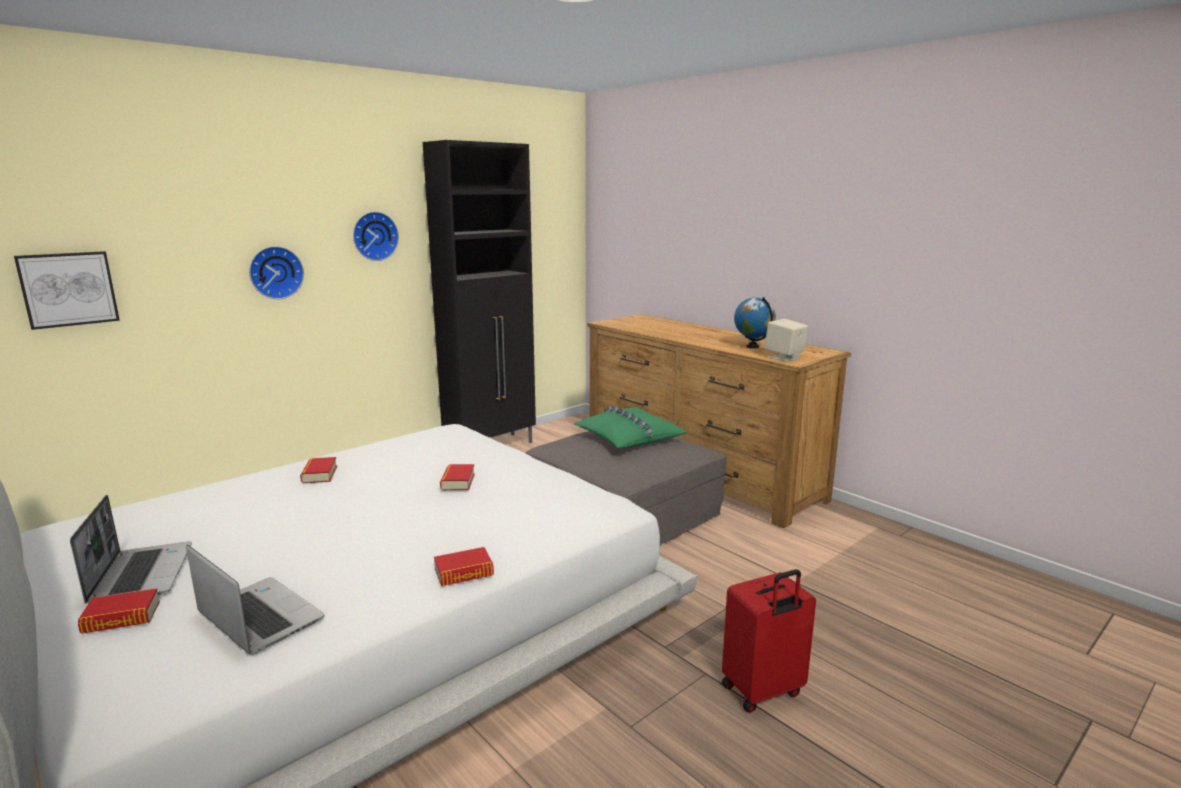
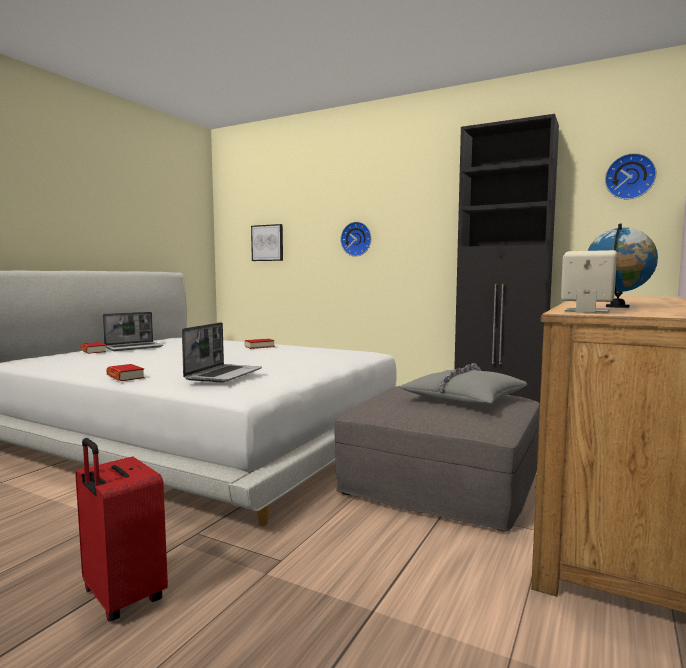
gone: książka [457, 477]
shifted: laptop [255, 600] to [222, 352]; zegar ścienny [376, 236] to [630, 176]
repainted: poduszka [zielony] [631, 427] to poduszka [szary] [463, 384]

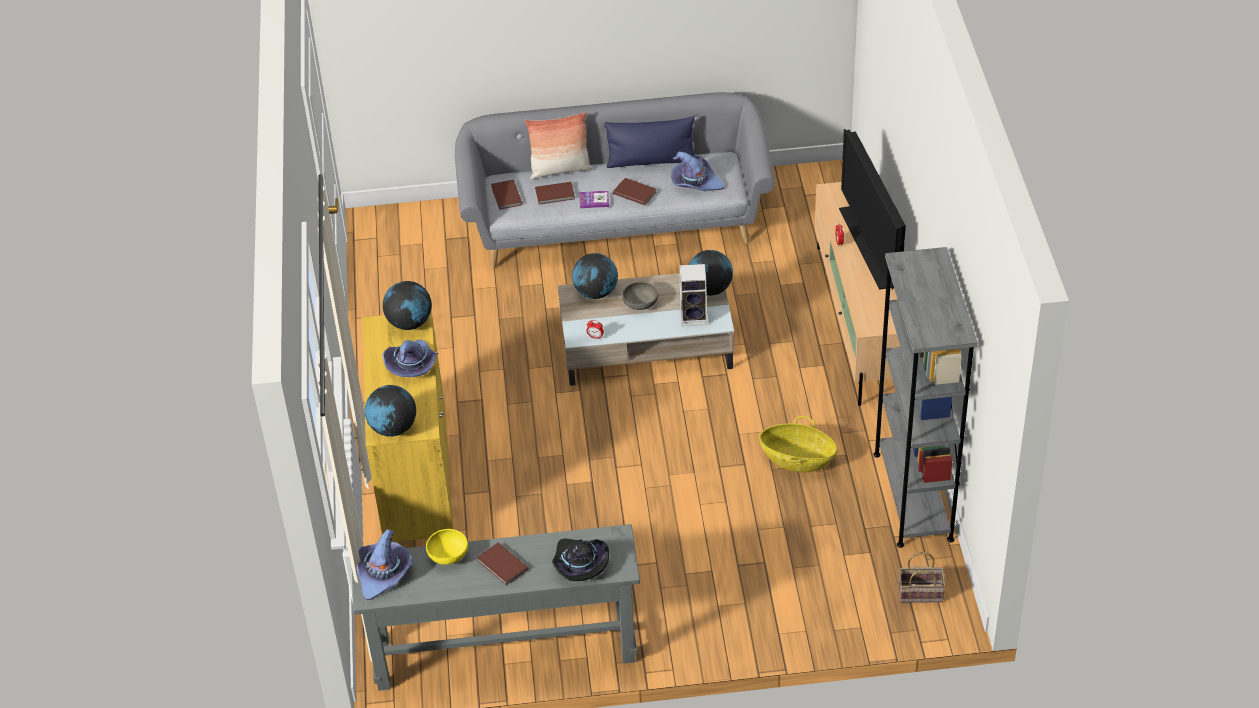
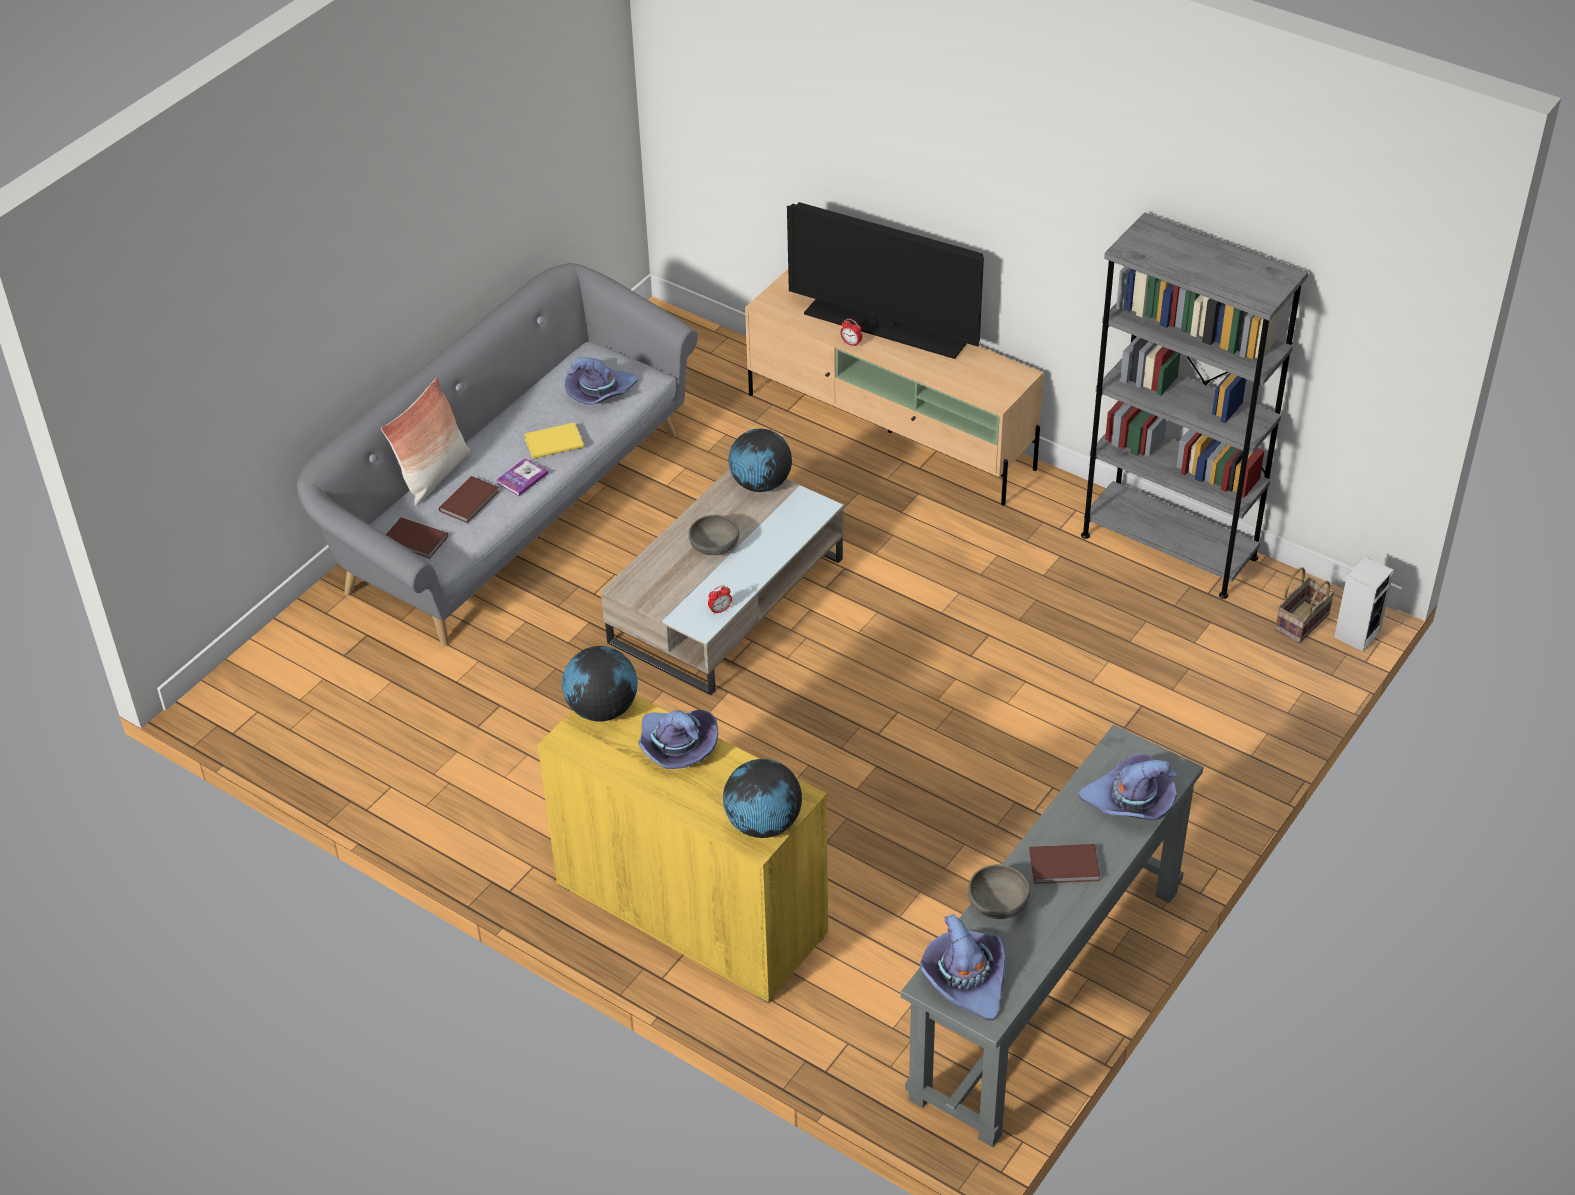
gone: globus [595, 276]; poduszka [niebieski] [649, 142]; koszyk [798, 444]
shifted: głośnik [693, 295] to [1364, 603]
repainted: książka [brązowy] [634, 191] to książka [żółty] [554, 440]; miska [żółty] [447, 547] to miska [szary] [999, 892]; kapelusz [czarny] [580, 559] to kapelusz [fioletowy] [1128, 787]

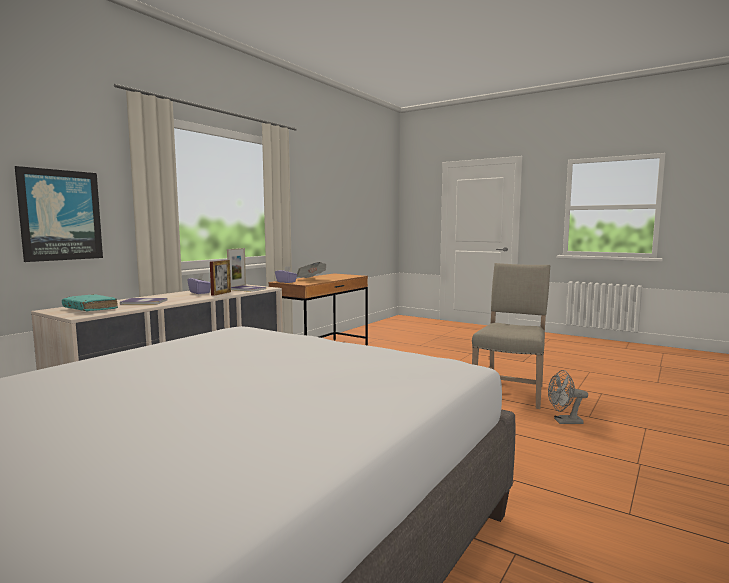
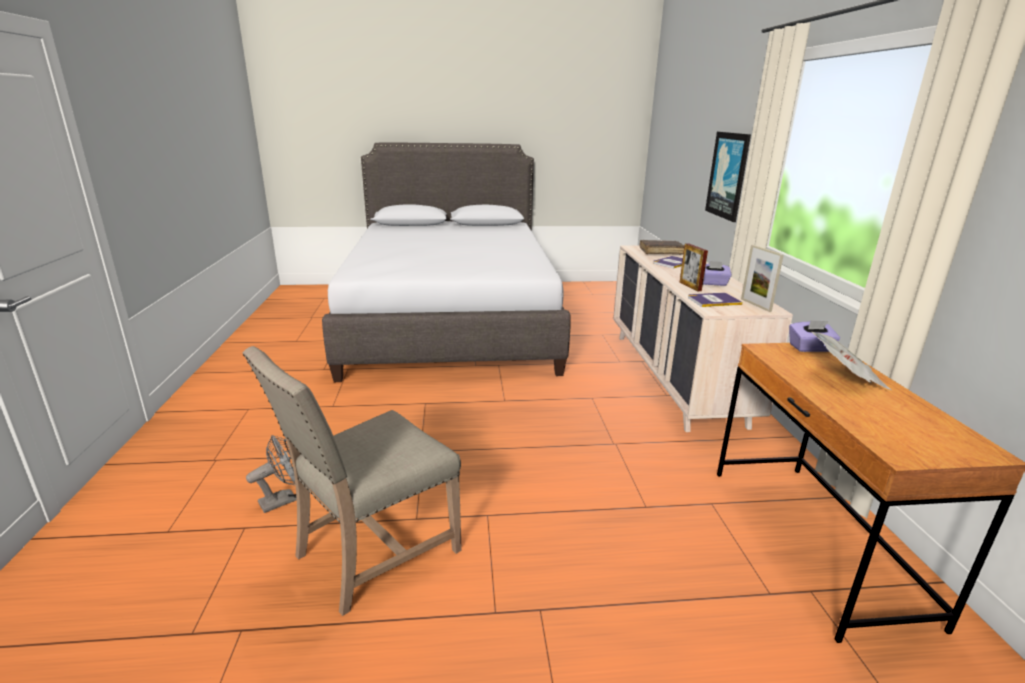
repainted: książka [turkusowy] [90, 302] to książka [brązowy] [662, 247]
rotated: krzesło [beżowy] [511, 336] = [352, 481] 60 degrees clockwise

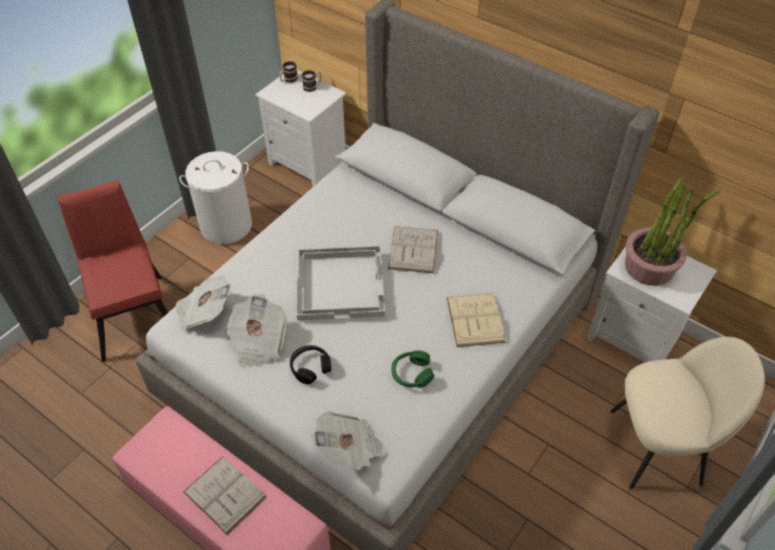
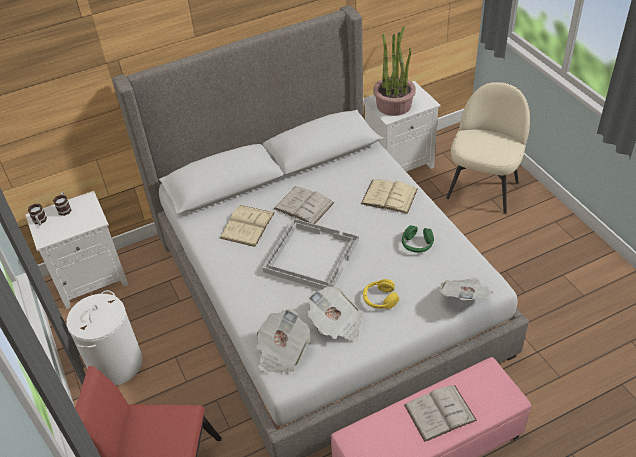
new: książka [beżowy] [247, 226]
repainted: słuchawki [czarny] [310, 364] to słuchawki [żółty] [381, 294]

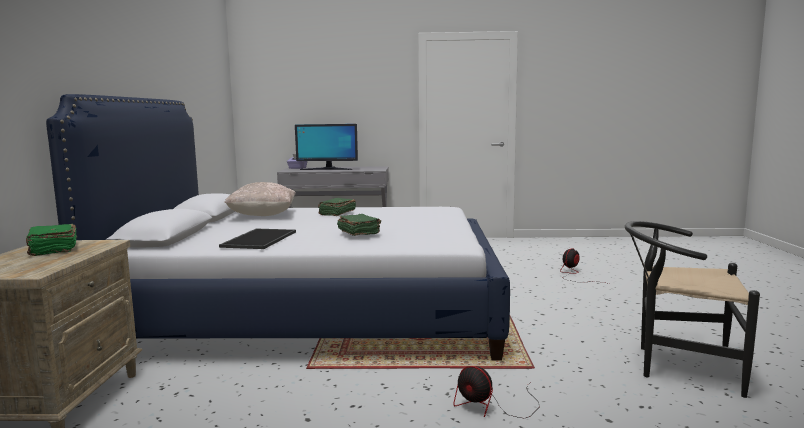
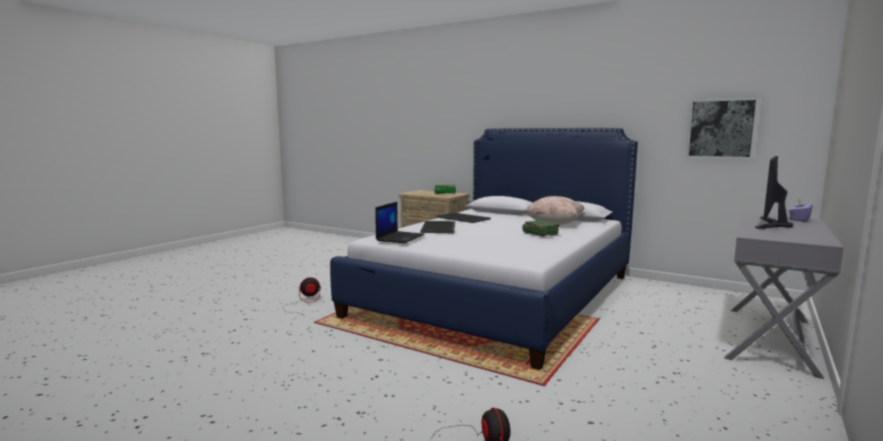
gone: krzesło [czarny] [692, 309]
new: laptop [400, 222]; obraz [722, 128]
swapped: książka [zielony] [359, 225] to taca [438, 227]

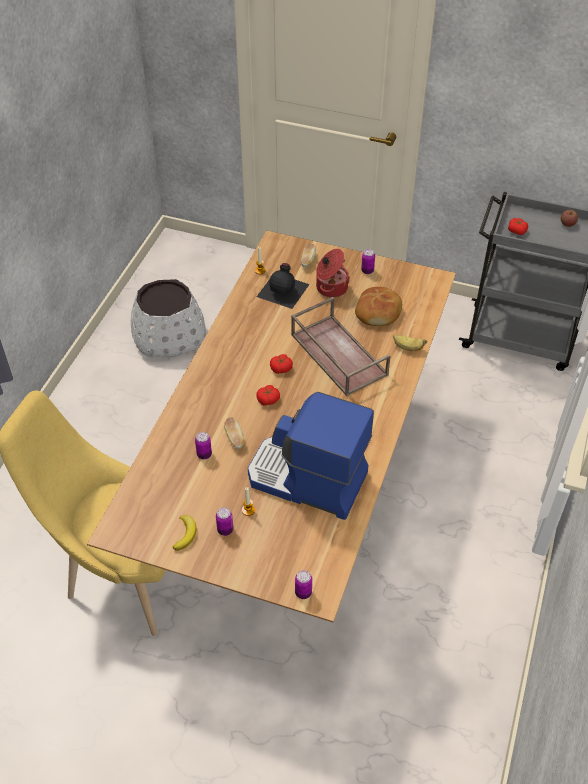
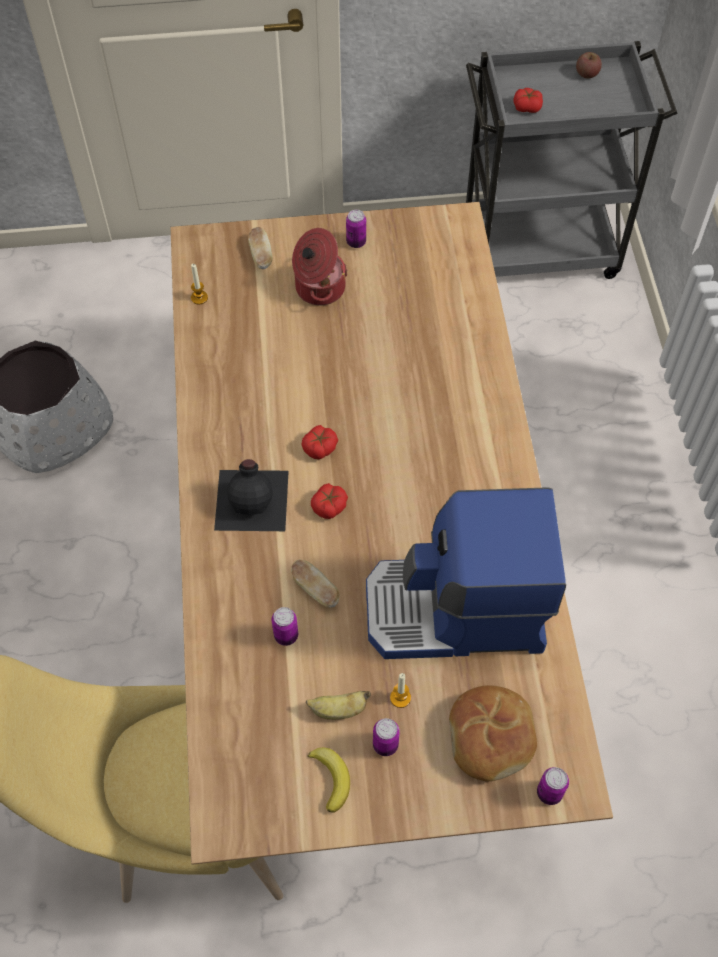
gone: taca [brązowy] [340, 346]
shifted: butelka [czarny] [283, 286] to [251, 495]; banan [410, 342] to [338, 705]; chleb [378, 306] to [493, 733]

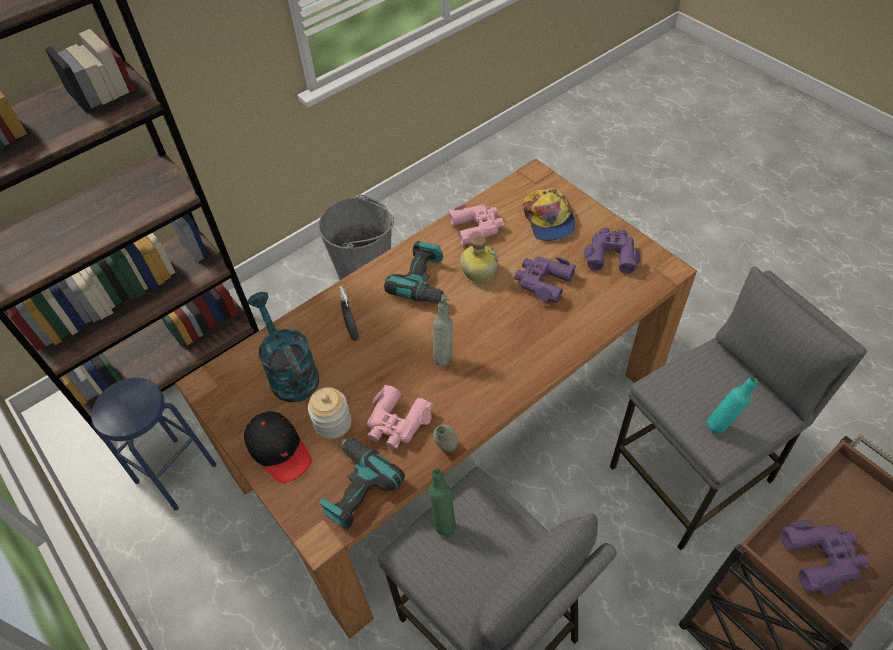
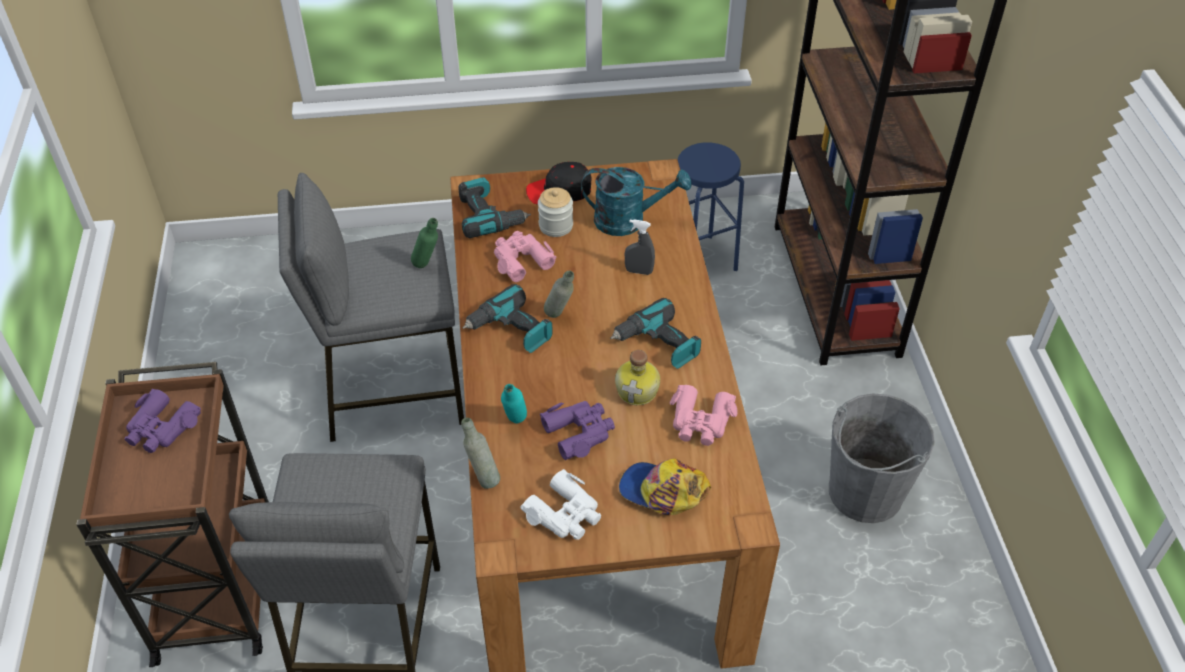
new: wiertarka [507, 318]
shifted: butelka [szary] [445, 438] to [480, 453]; butelka [turkusowy] [732, 405] to [514, 403]
repainted: lornetka [fioletowy] [612, 251] to lornetka [biały] [560, 504]

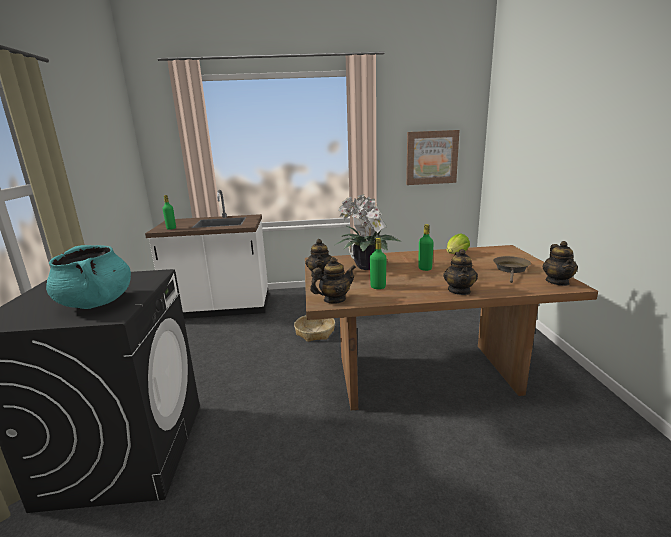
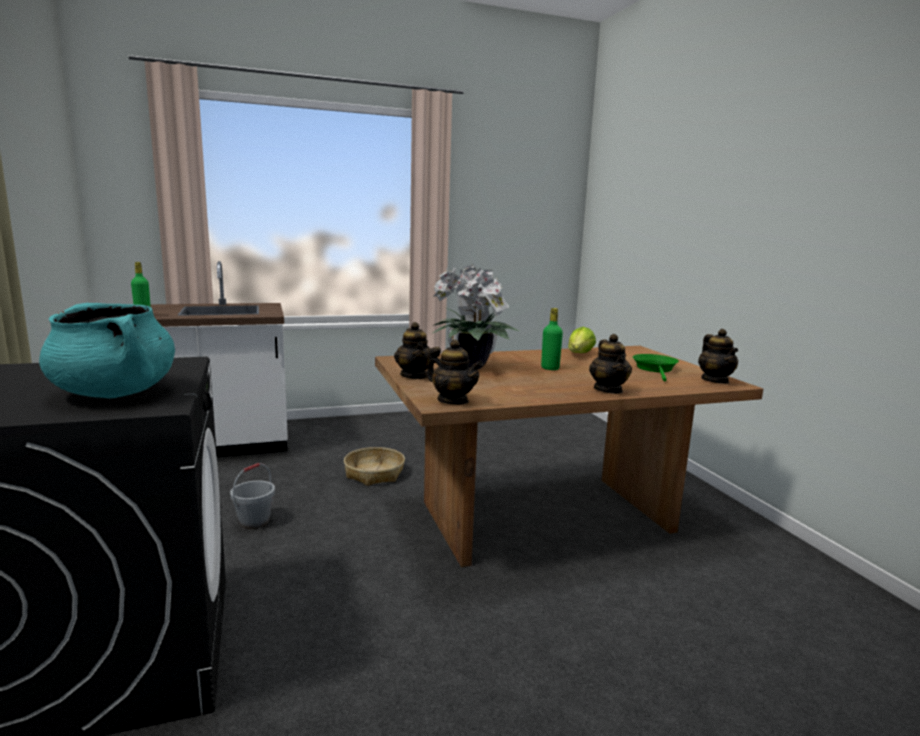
gone: butelka [zielony] [378, 263]; obraz [432, 157]
new: wiadro [szary] [252, 496]
repainted: patelnia [brązowy] [512, 269] to patelnia [zielony] [656, 367]
rotated: imbryk [333, 280] = [454, 372] 75 degrees clockwise

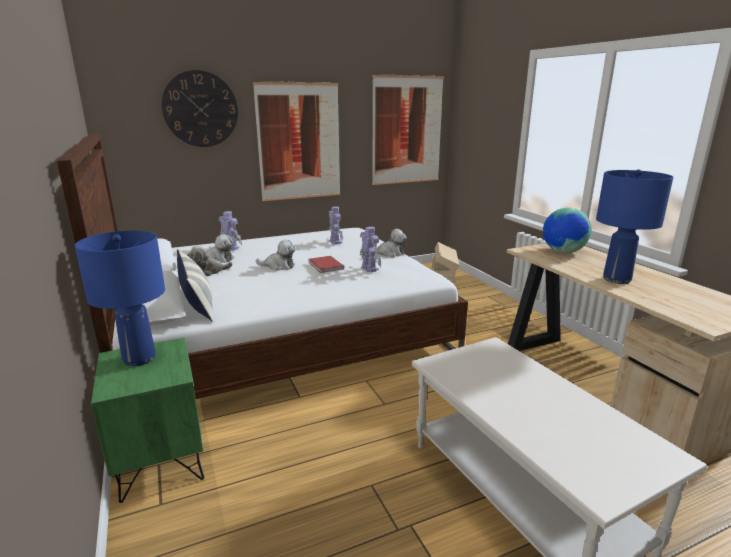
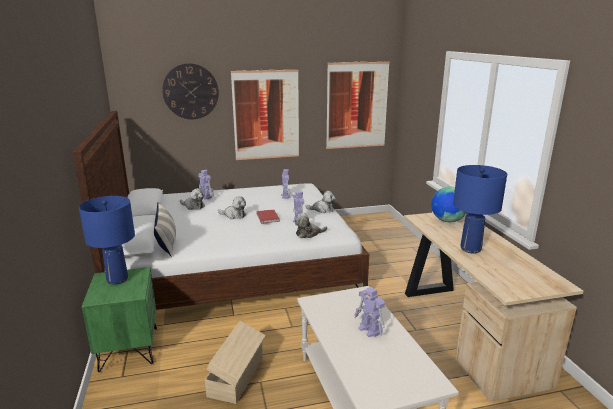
new: robot zabawkowy [369, 312]
shifted: pojemnik do przechowywania [beżowy] [445, 263] to [235, 362]; pluszak [210, 261] to [310, 225]

